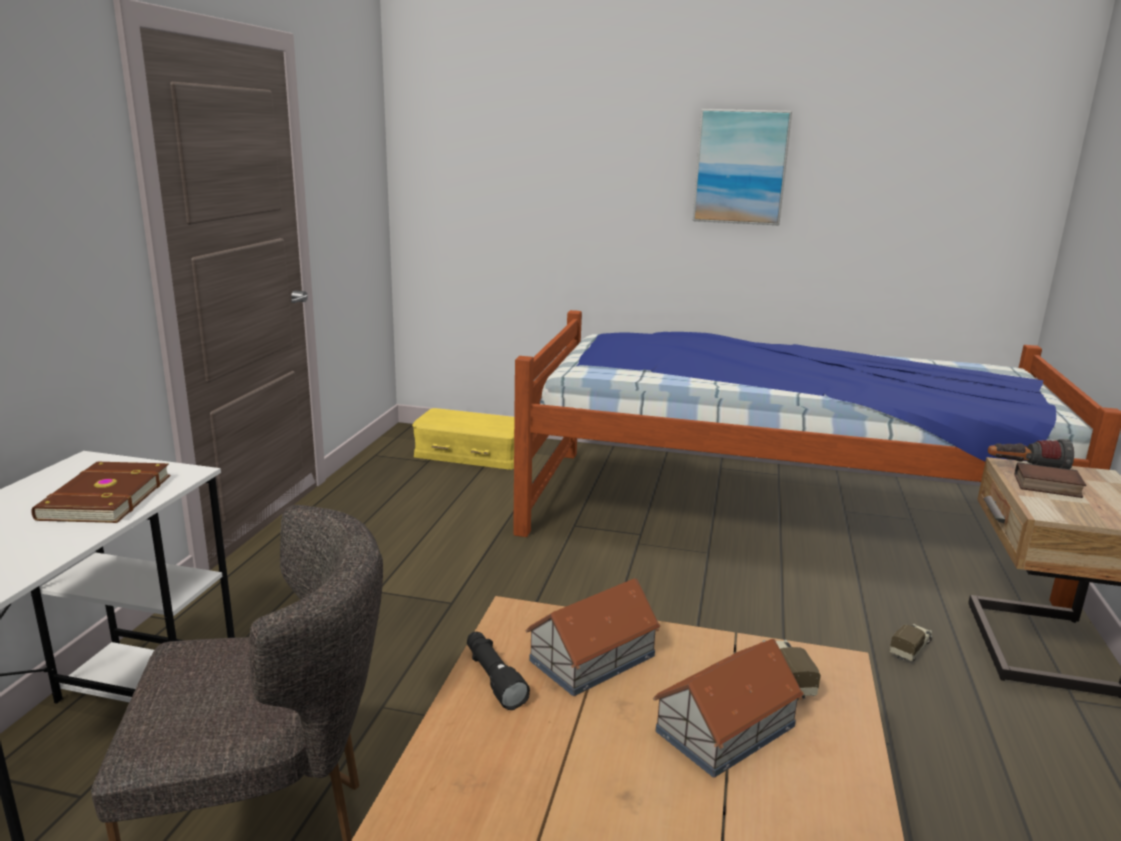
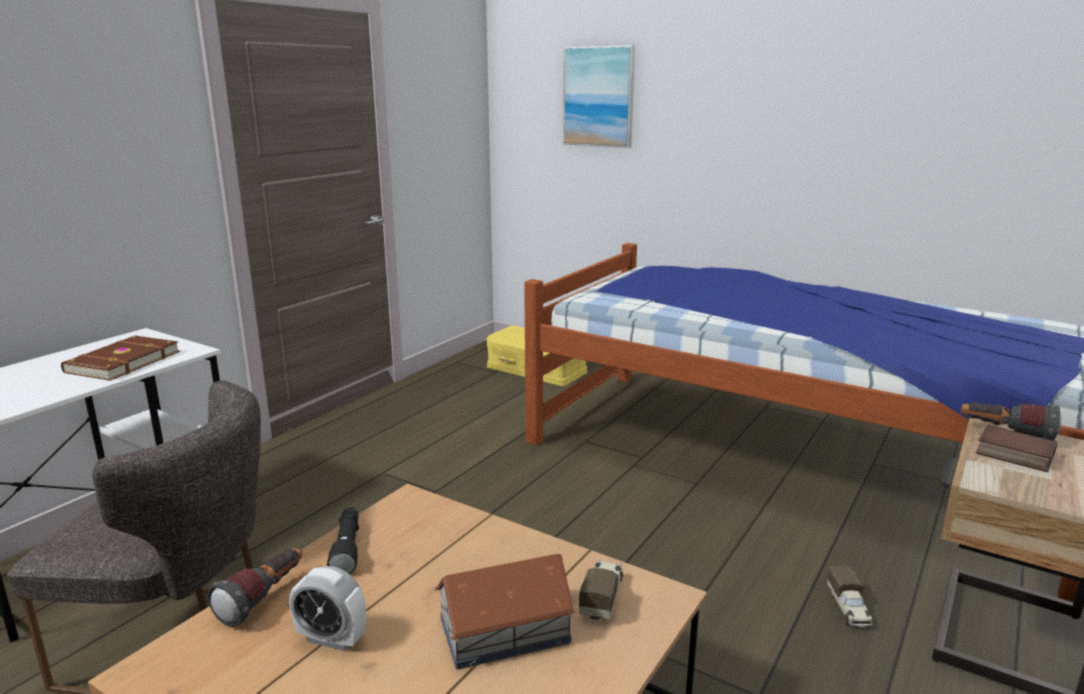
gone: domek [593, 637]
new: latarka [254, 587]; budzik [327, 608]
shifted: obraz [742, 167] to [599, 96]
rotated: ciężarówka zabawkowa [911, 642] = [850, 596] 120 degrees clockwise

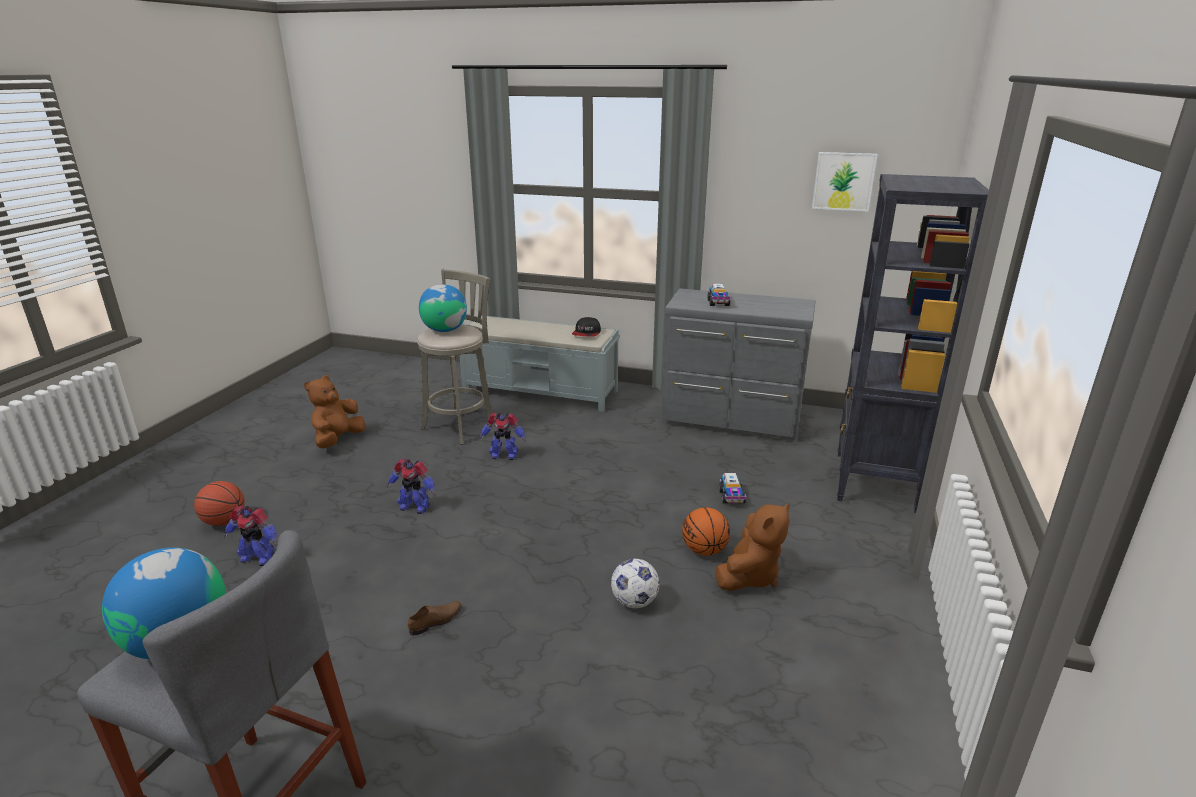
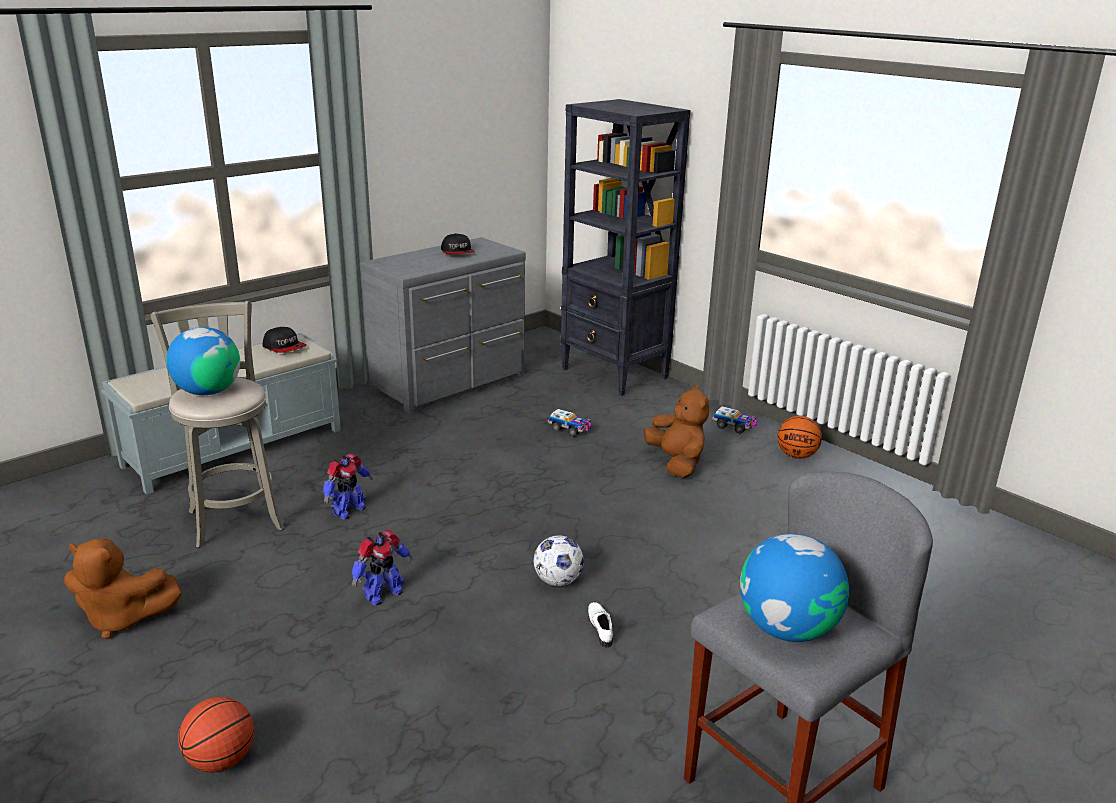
gone: robot zabawkowy [251, 536]; obraz [844, 182]
new: czapka z daszkiem [457, 243]
shifted: piłka futbolowa [635, 583] to [558, 560]; ciężarówka zabawkowa [719, 295] to [734, 420]; piłka do koszykówki [706, 531] to [800, 437]
repainted: but [brązowy] [435, 618] to but [biały] [600, 625]
rotated: pluszak [brązowy] [335, 411] = [123, 589] 45 degrees counterclockwise

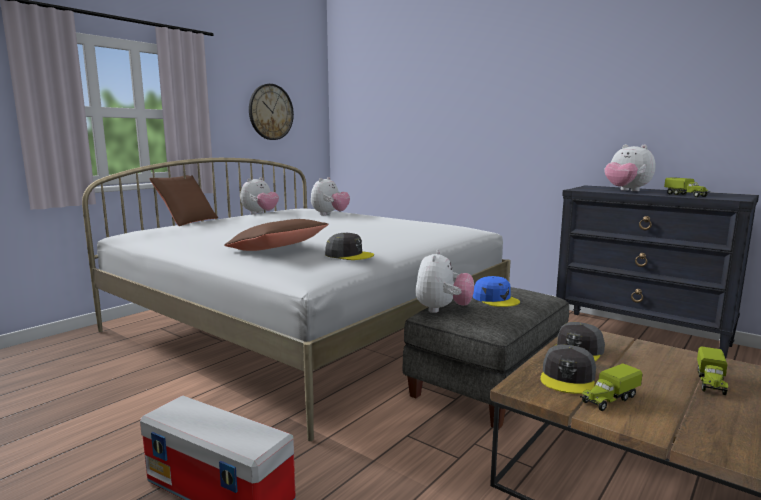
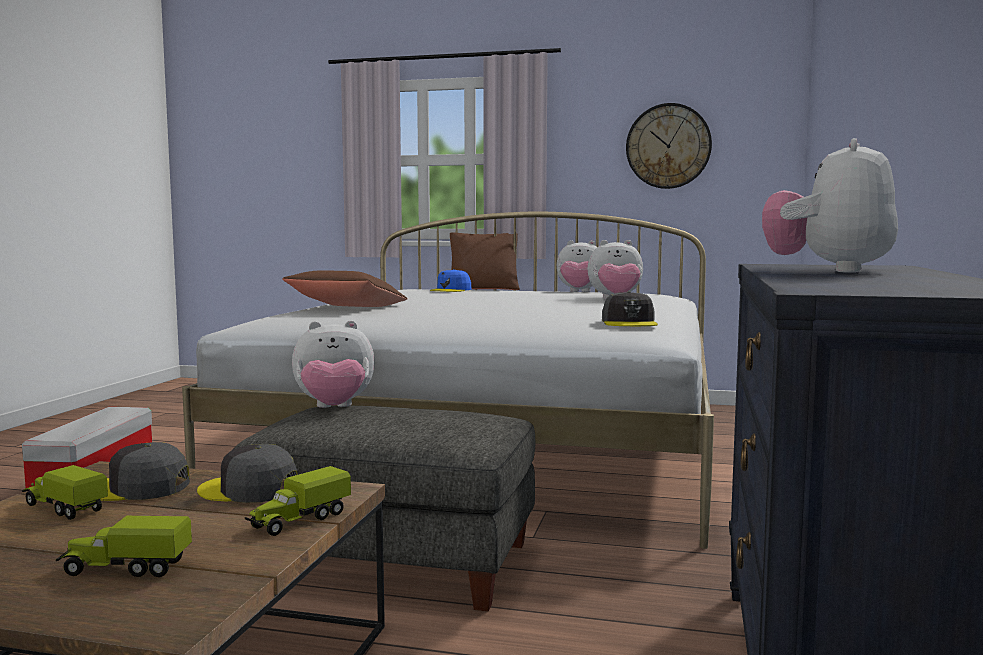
shifted: ciężarówka zabawkowa [687, 187] to [298, 501]; czapka z daszkiem [niebieski] [496, 291] to [451, 280]; czapka z daszkiem [szary] [349, 246] to [630, 308]

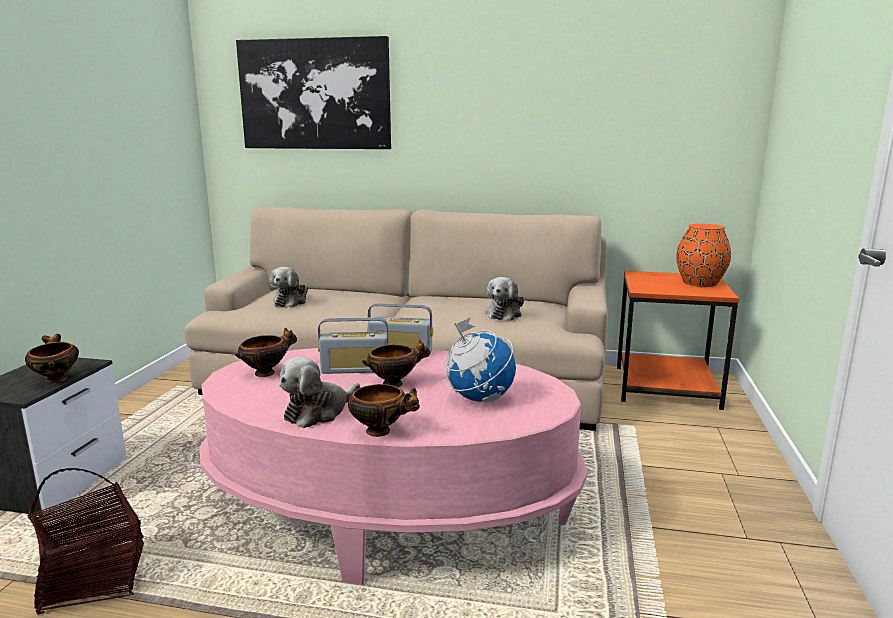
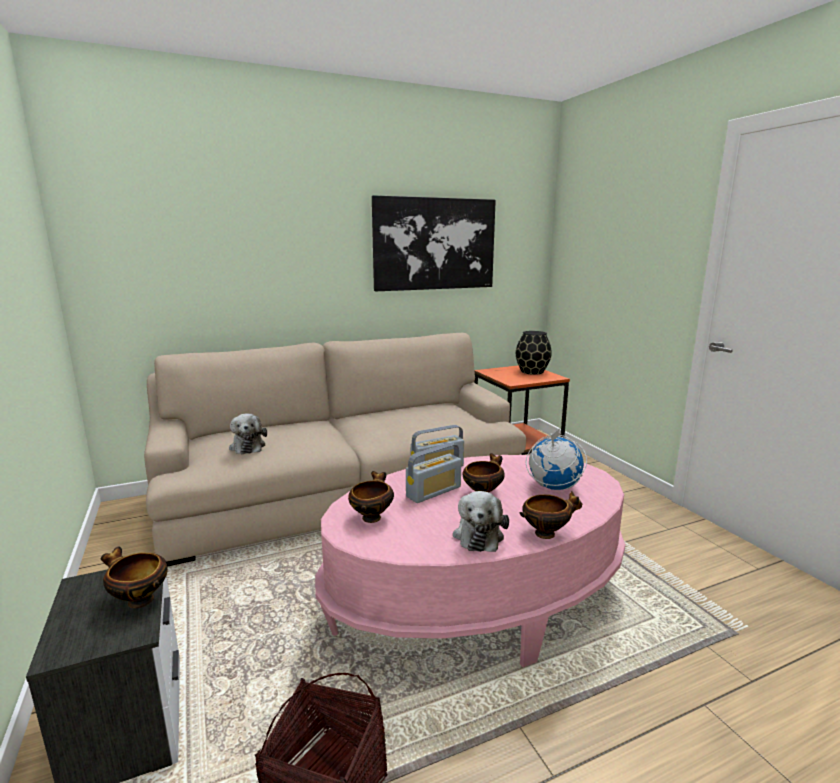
gone: pluszak [504, 299]
shifted: obraz [313, 92] to [434, 243]
repainted: wazon [pomarańczowy] [703, 255] to wazon [czarny] [534, 353]

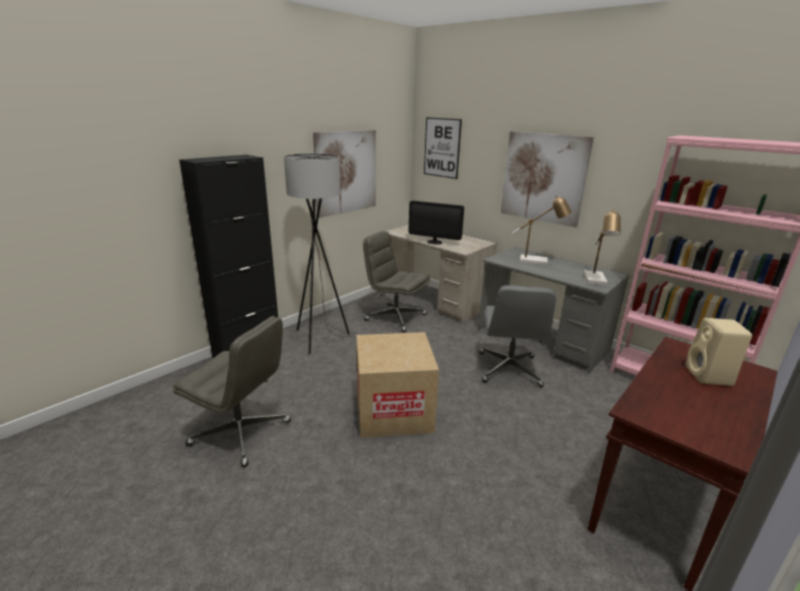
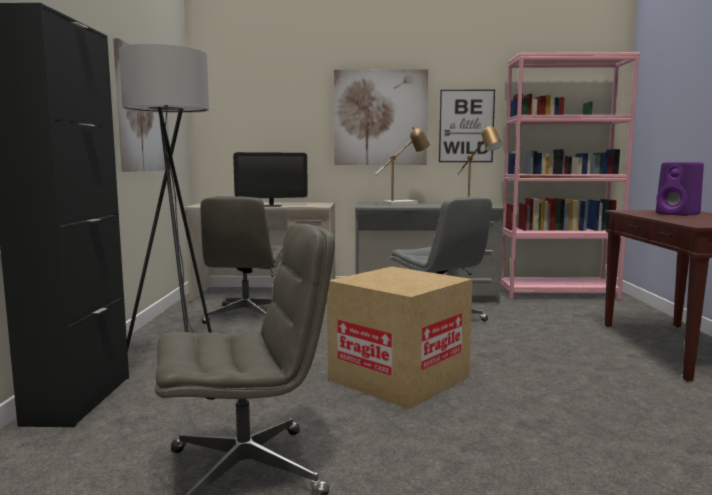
shifted: obraz [443, 148] to [467, 126]
repainted: głośnik [beżowy] [718, 352] to głośnik [fioletowy] [680, 189]
rotated: krzesło biurowe [szary] [396, 281] = [241, 260] 75 degrees counterclockwise

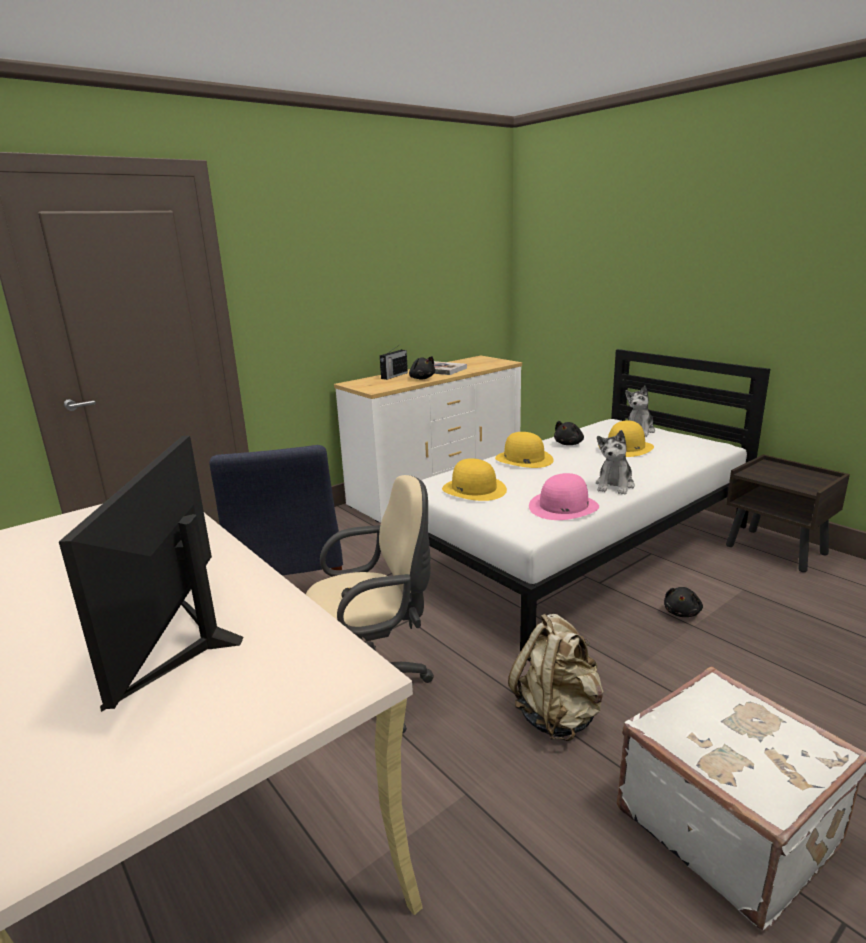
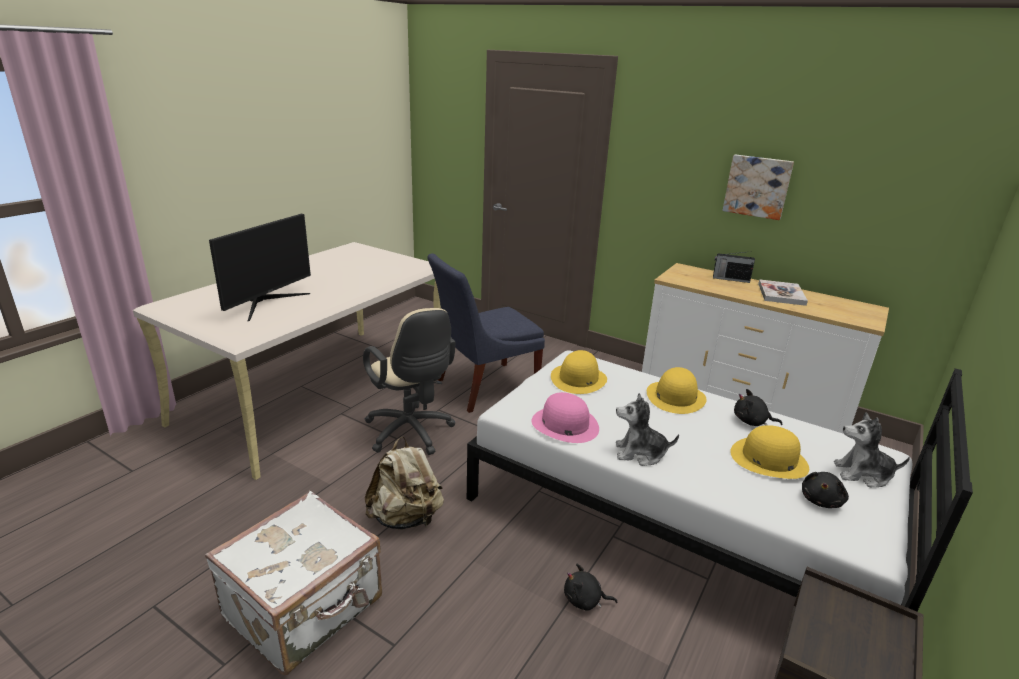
new: obraz [758, 187]
shifted: pluszak [czarny] [422, 367] to [825, 490]
rotated: monitor [151, 574] = [260, 267] 135 degrees clockwise

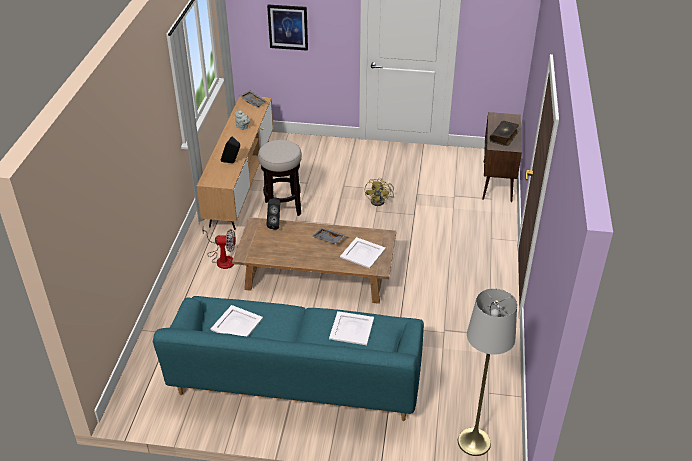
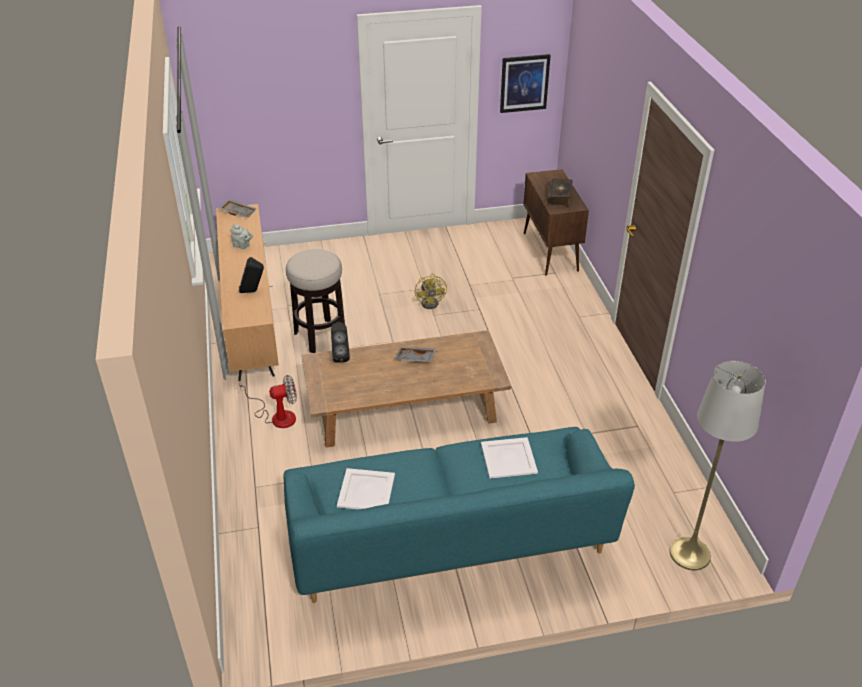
gone: taca [biały] [363, 253]
shifted: obraz [287, 28] to [525, 83]

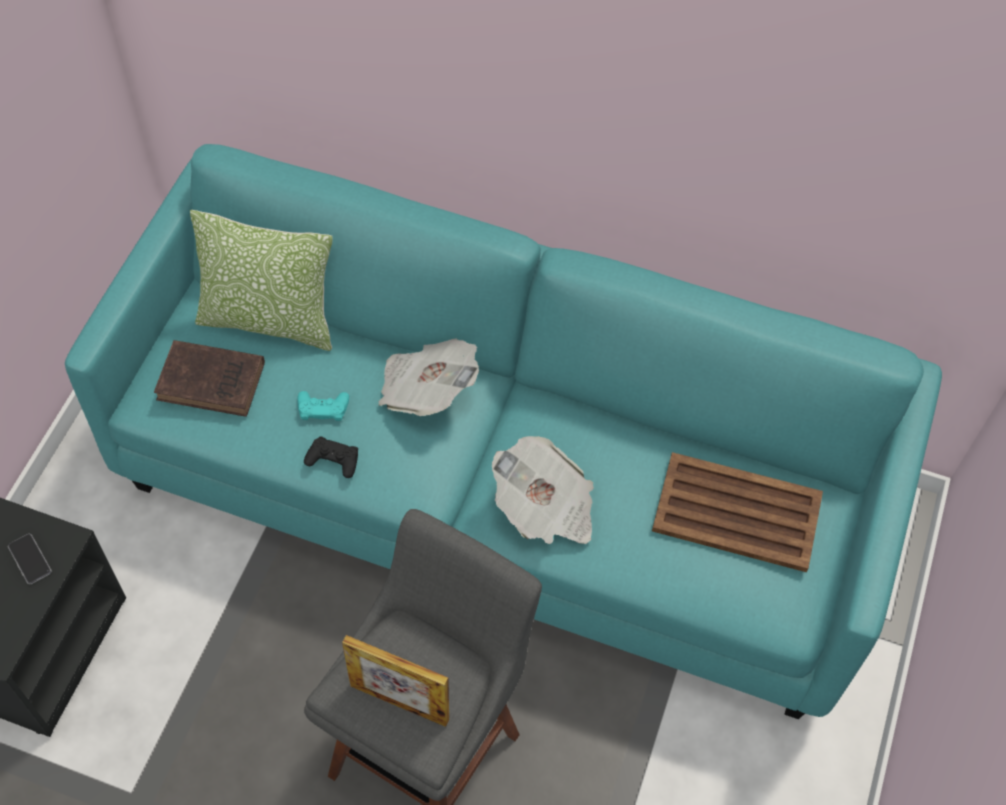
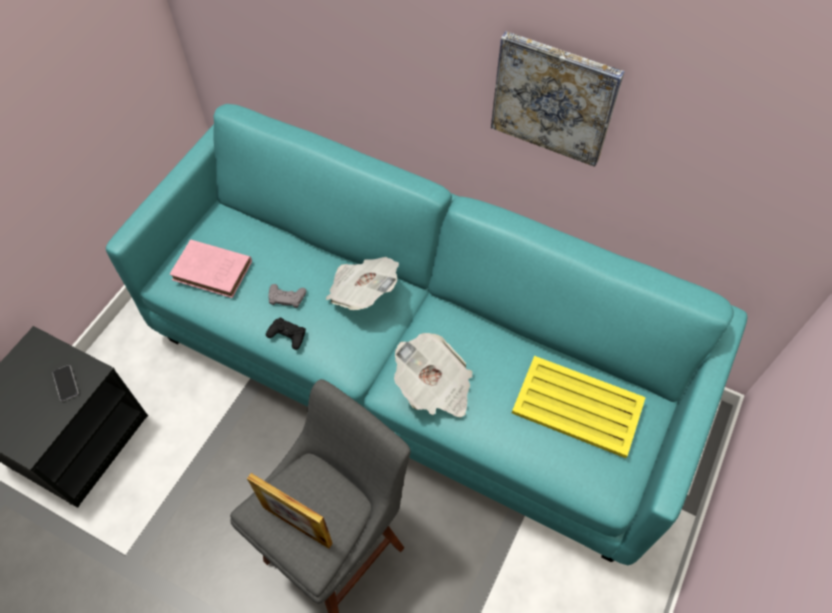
gone: poduszka [261, 280]
new: obraz [558, 99]
repainted: książka [brązowy] [209, 378] to książka [różowy] [211, 269]; pad do gier [turkusowy] [323, 406] to pad do gier [szary] [287, 296]; taca [brązowy] [737, 512] to taca [żółty] [579, 407]

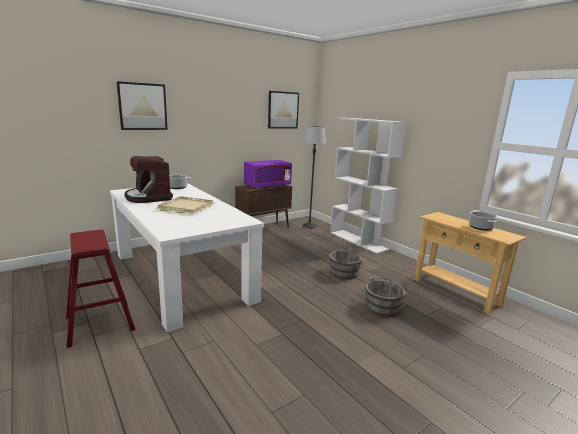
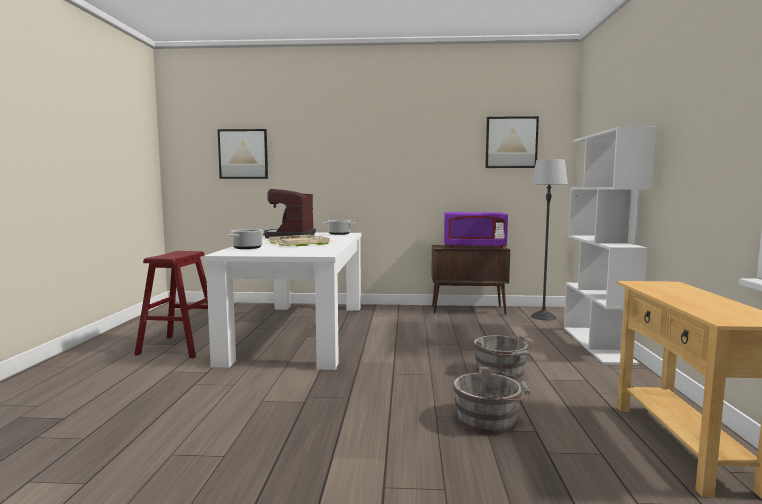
shifted: obraz [142, 105] to [243, 154]; garnek [483, 221] to [246, 239]

